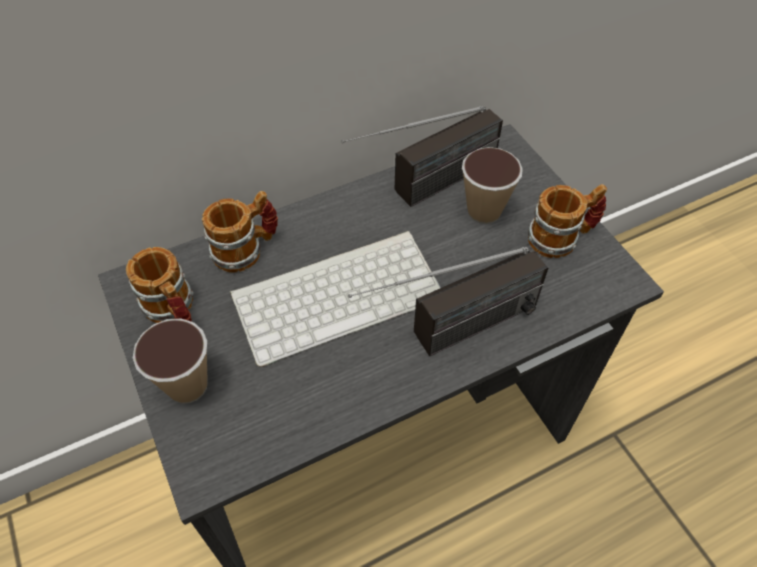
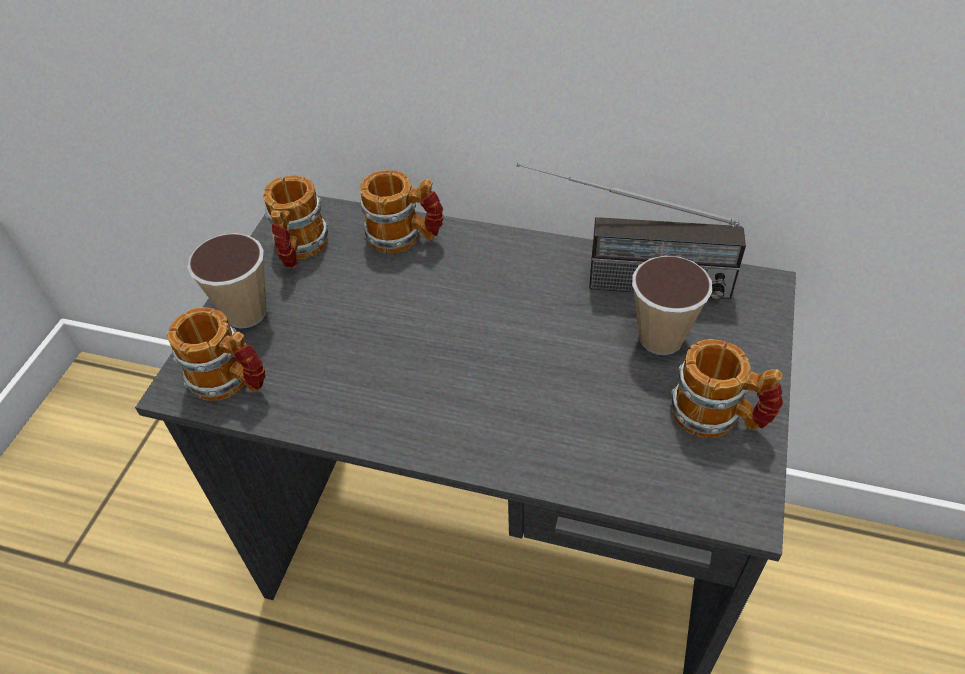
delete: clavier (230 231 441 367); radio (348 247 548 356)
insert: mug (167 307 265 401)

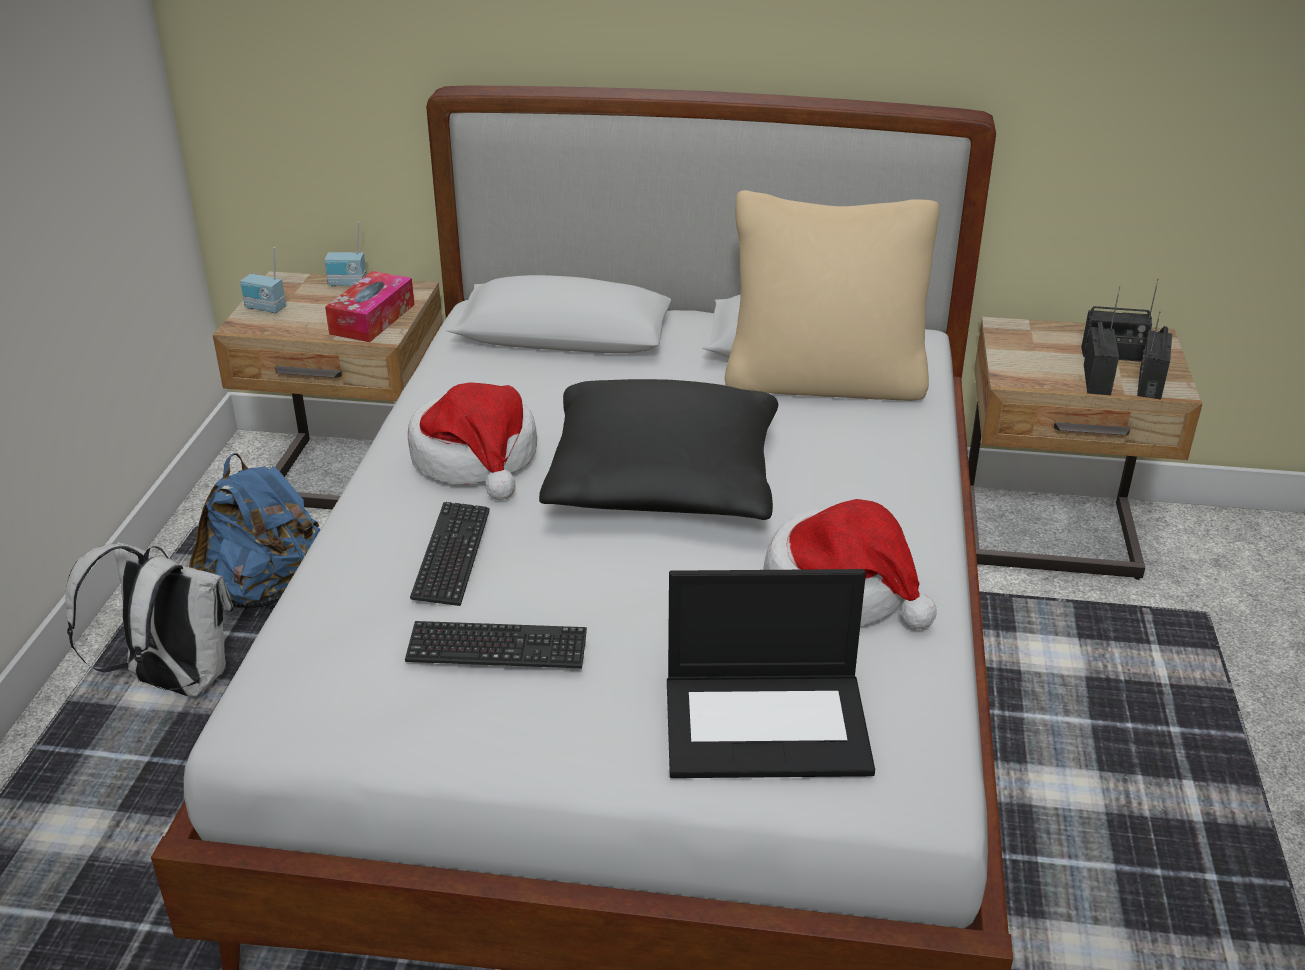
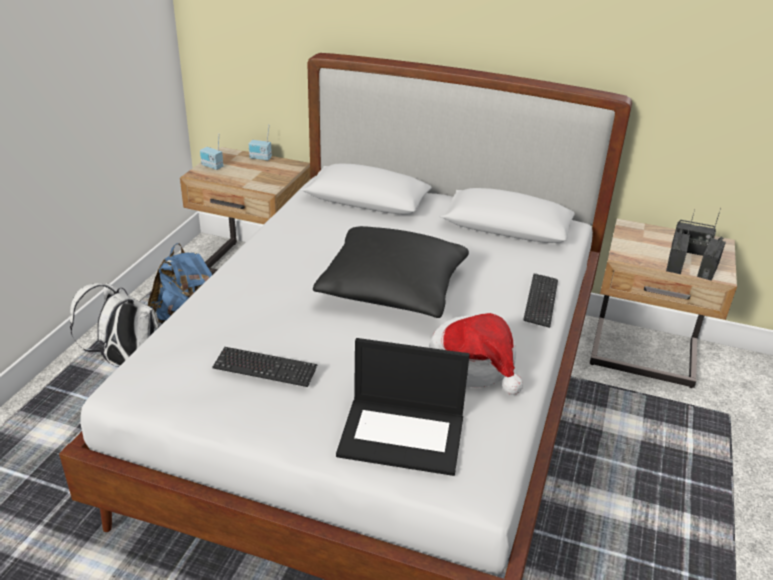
delete: boîte à mouchoirs (325 271 415 342); chapeau (408 382 537 500); coussin/beige (725 190 939 401)
move: clavier (410 502 490 606) to (523 273 558 328)

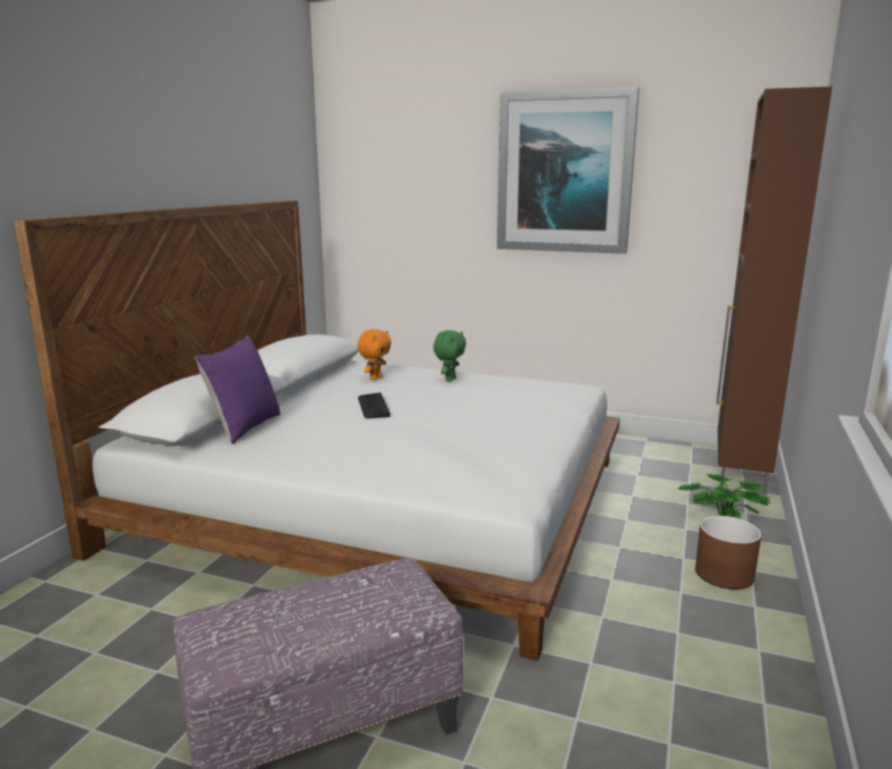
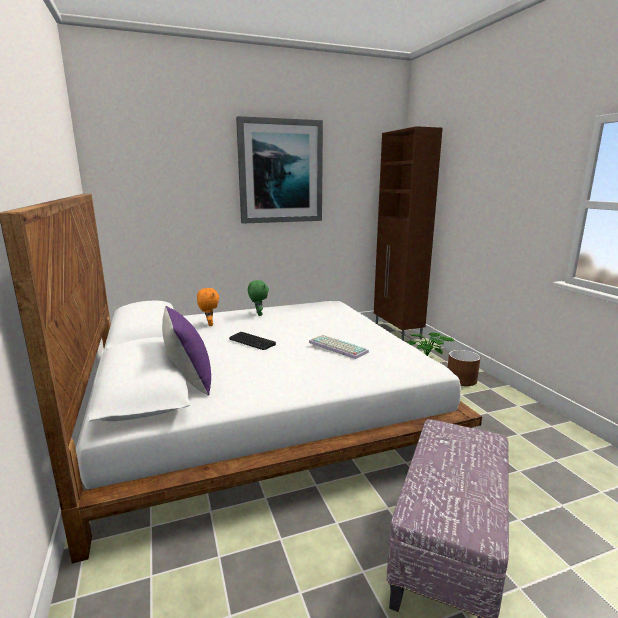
insert: clavier (309 335 369 359)

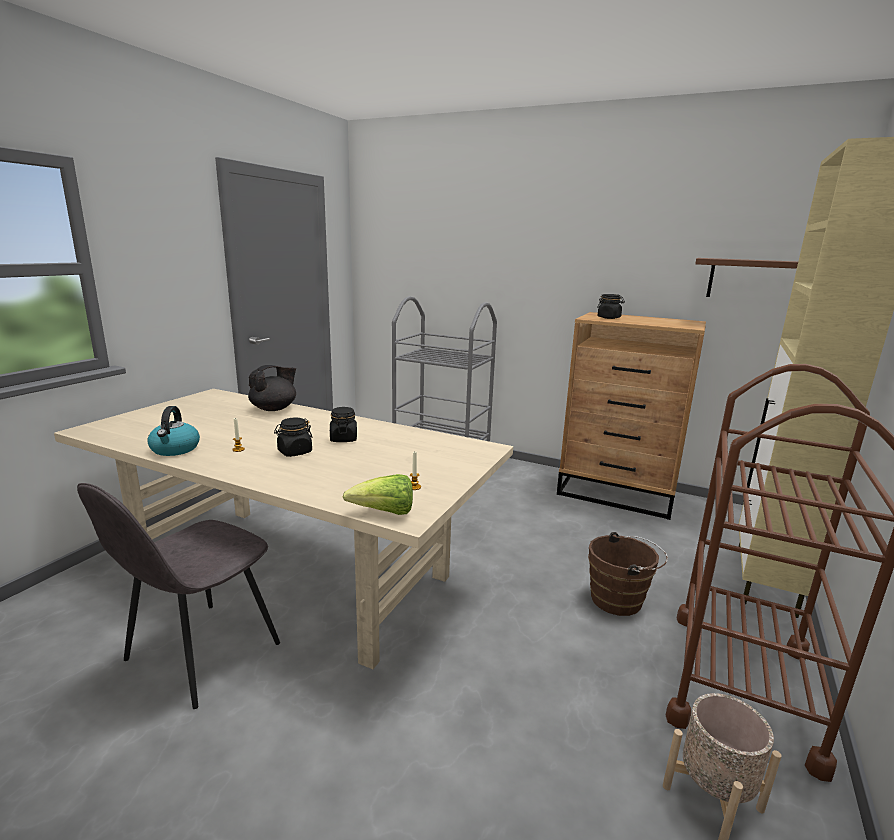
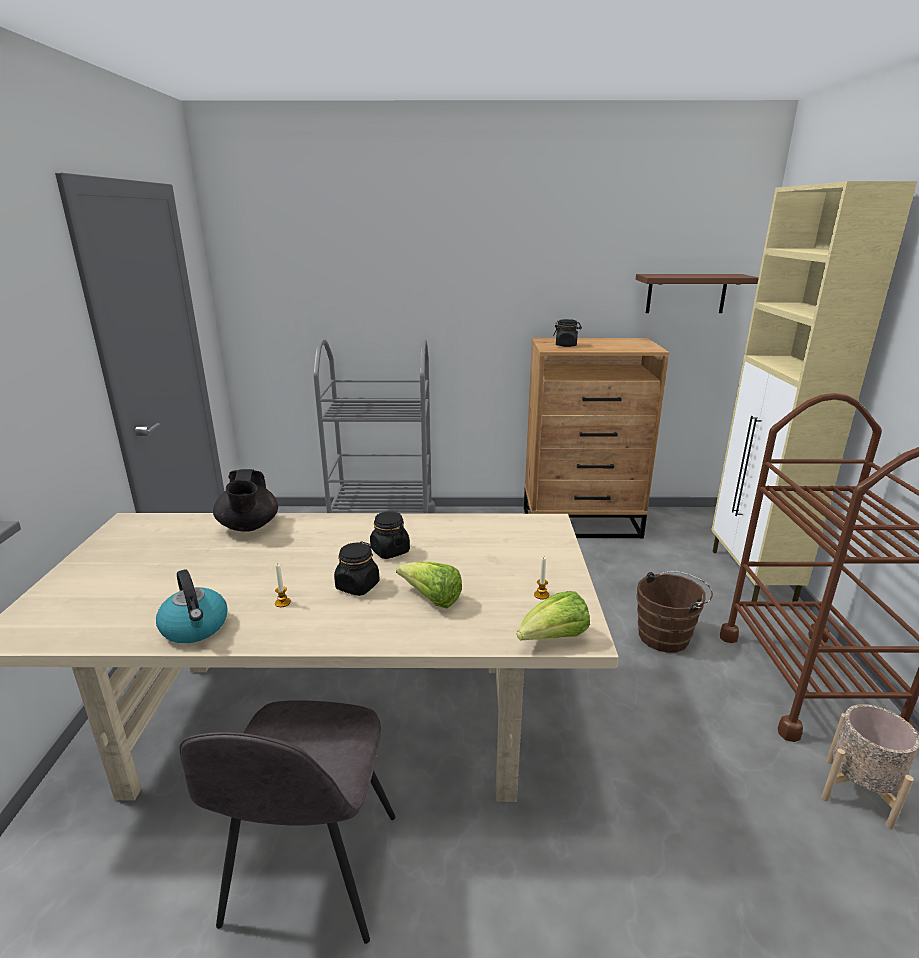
insert: laitue (396 561 462 608)
rotate: théière/noir (248 365 296 411) = (213 469 278 532) 150 degrees clockwise

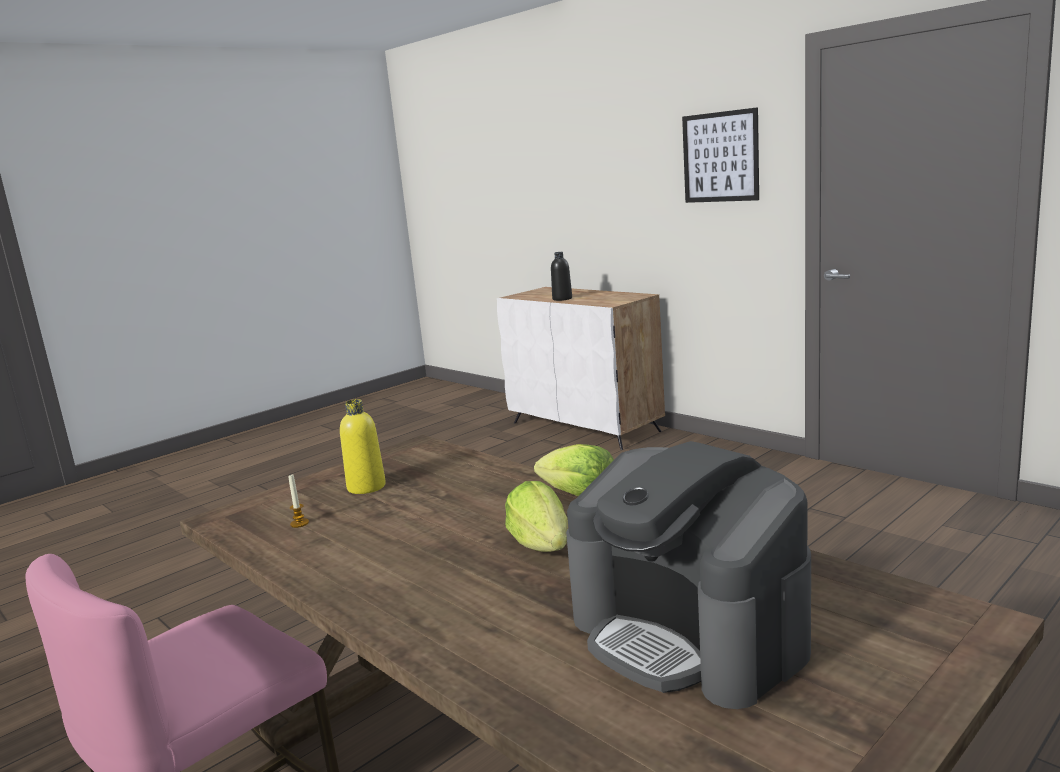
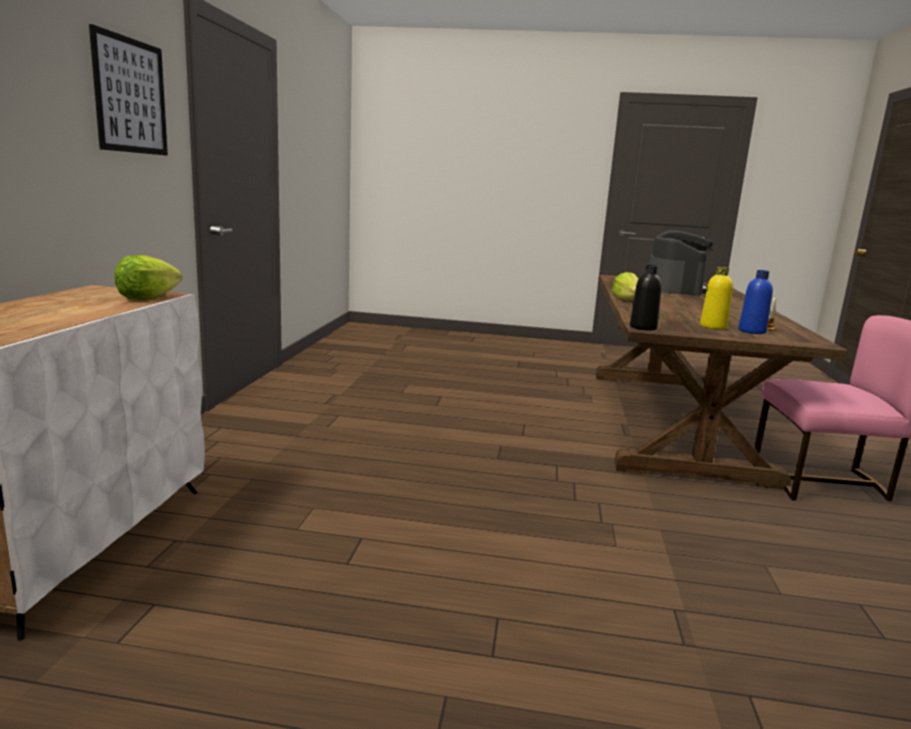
insert: bouteille/bleu (738 270 773 334)
move: laitue (505 481 568 552) to (114 255 182 300); bouteille/noir (551 252 572 301) to (630 265 662 330)

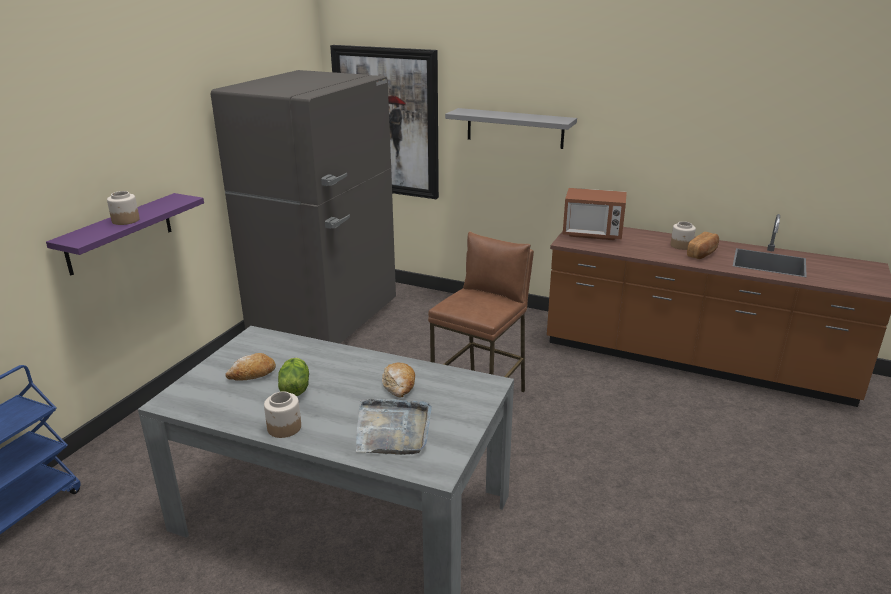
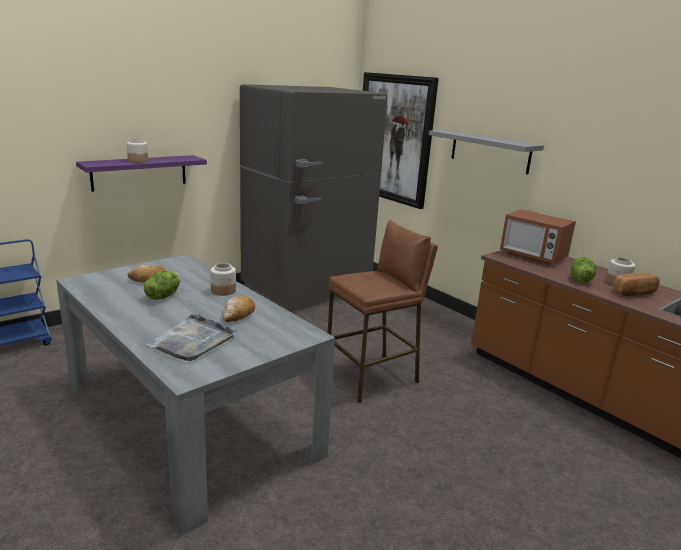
insert: laitue (571 257 596 283)
move: bocal (264 391 301 438) to (210 263 236 296)

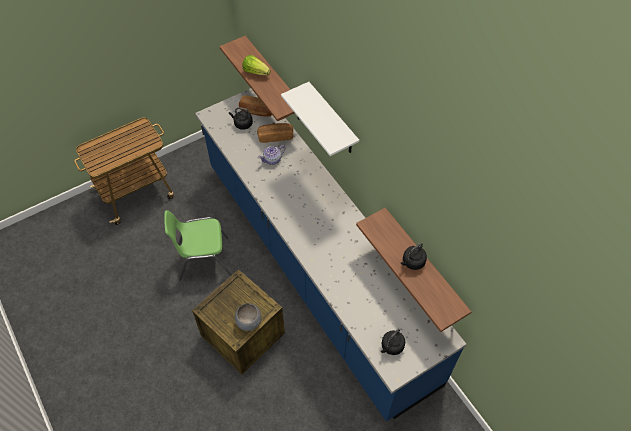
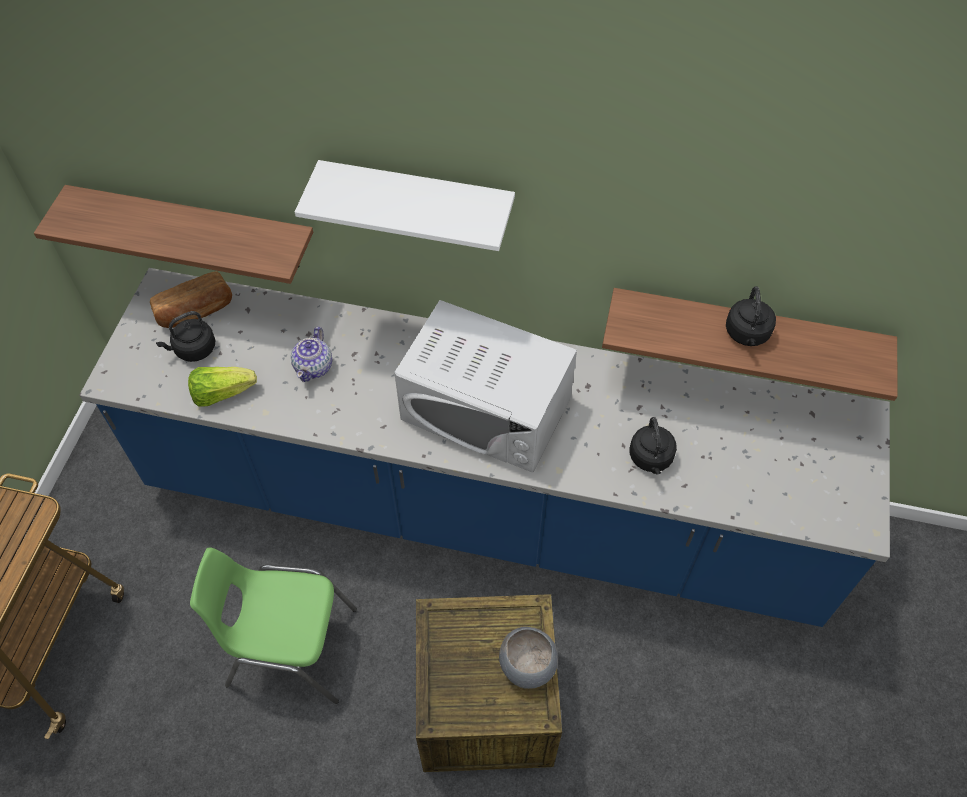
delete: pain (257 123 293 143)
insert: micro-ondes/blanc (394 300 577 472)
move: laitue (243 55 271 75) to (188 367 257 407); bouilloire/noir (381 329 405 355) to (630 417 677 475)
rotate: chaise/vert (164 210 232 281) = (190 547 357 704) 60 degrees clockwise

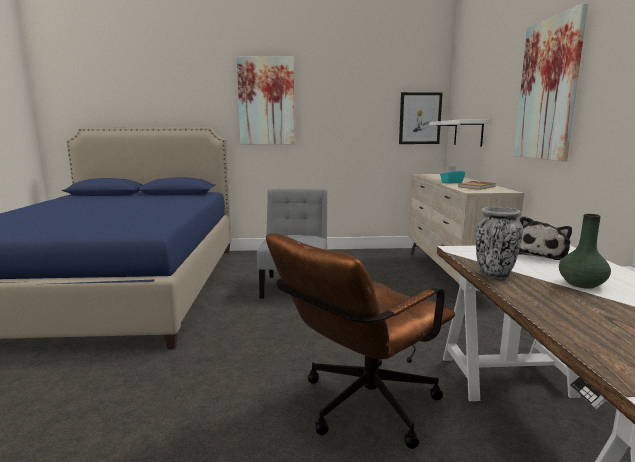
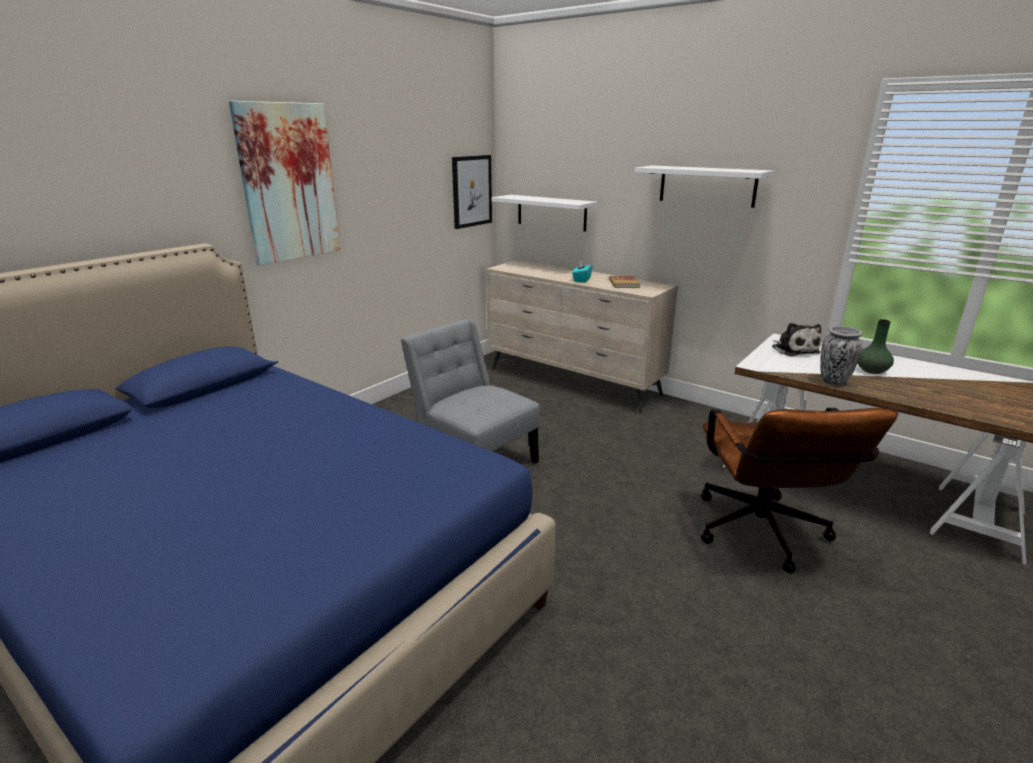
replace: tableau (514 3 588 161) to étagère/blanc (635 166 774 208)

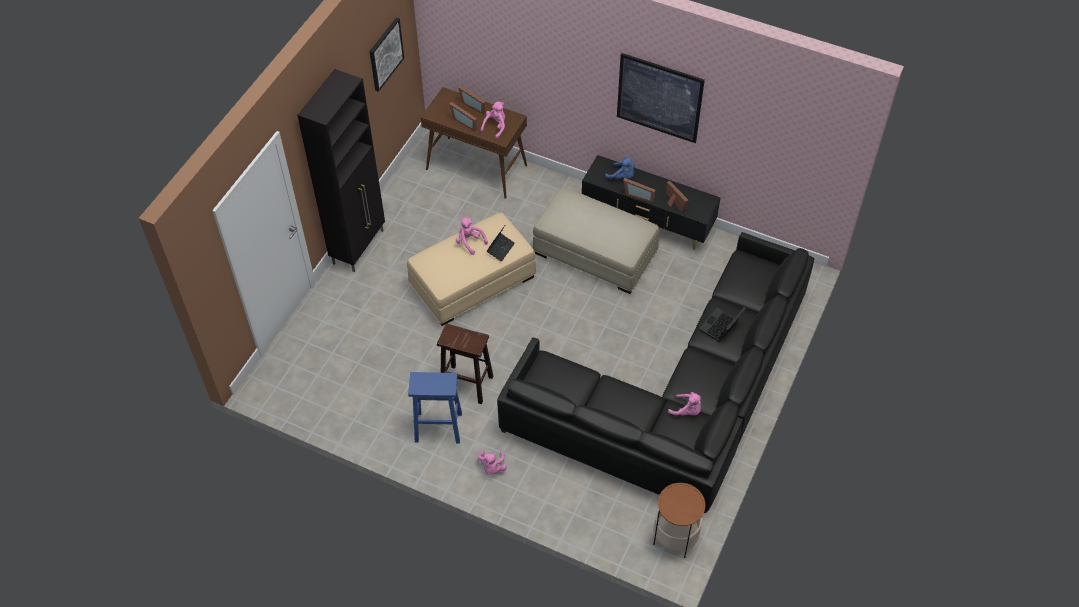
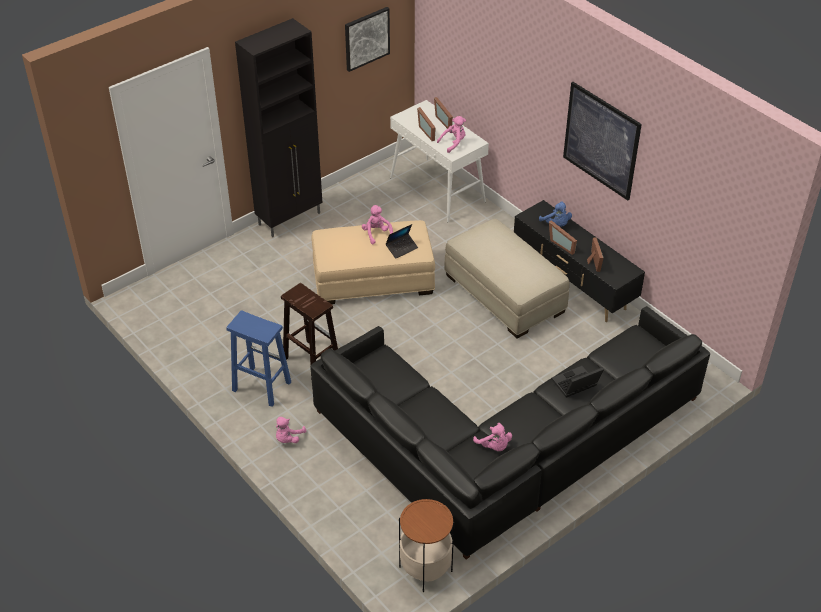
recolor: table console/marron (421 87 527 199) to table console/blanc (390 100 489 222)

